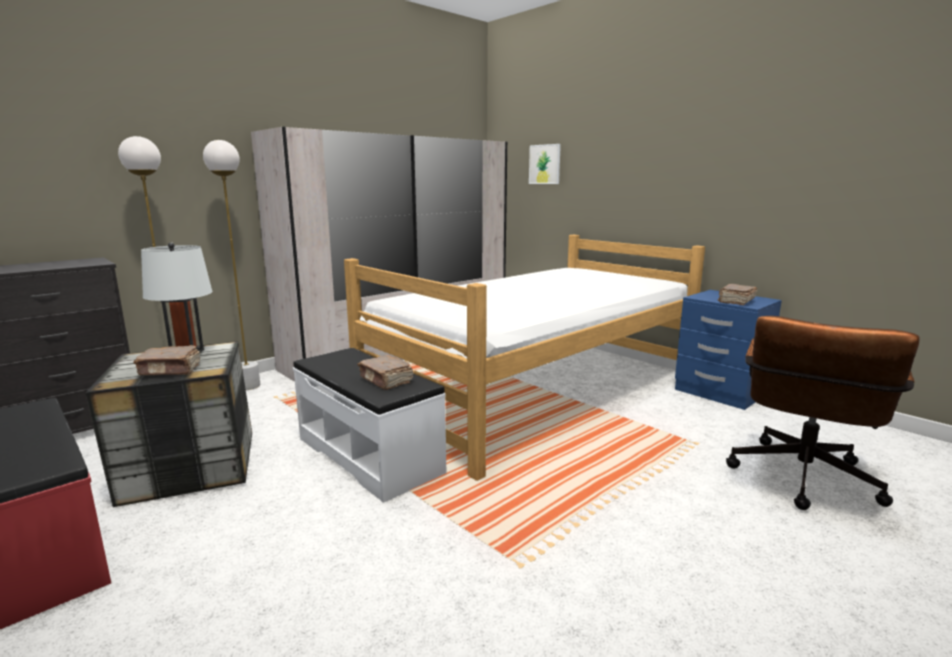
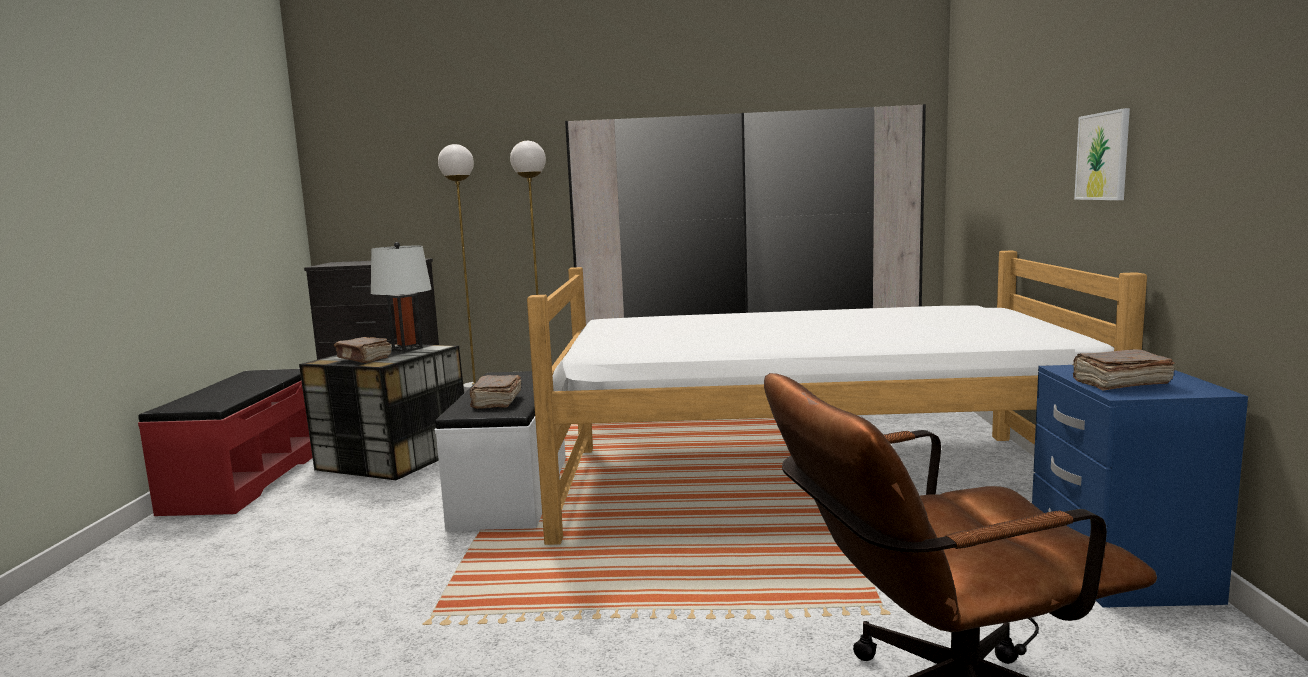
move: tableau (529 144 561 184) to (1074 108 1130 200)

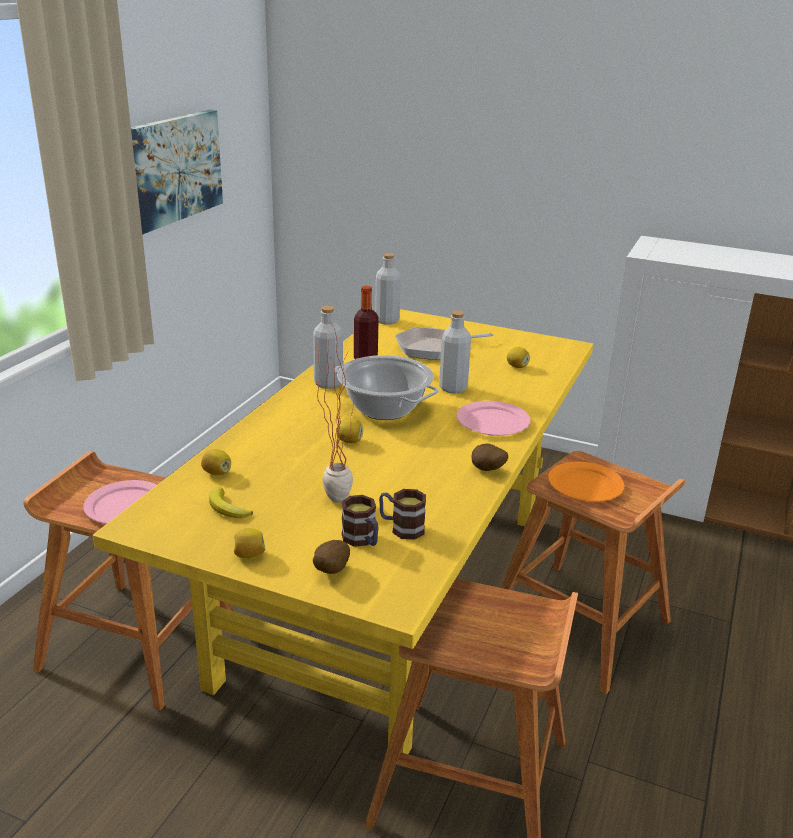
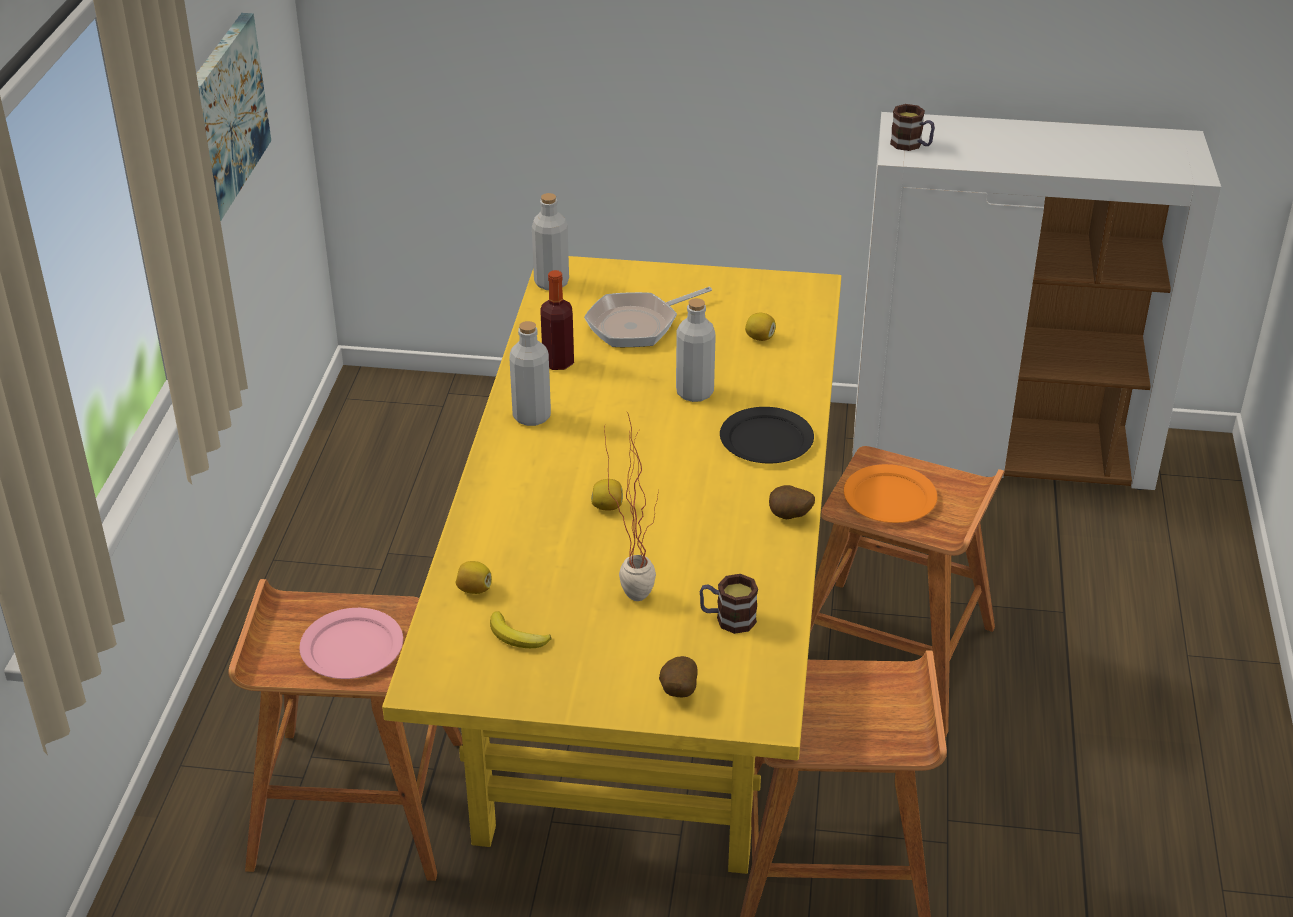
delete: citron (234 528 266 558); marmite (335 355 439 420)
move: mug (342 495 378 547) to (890 104 935 151)
recolor: assiette/rose (457 401 531 436) to assiette/noir (720 407 814 463)

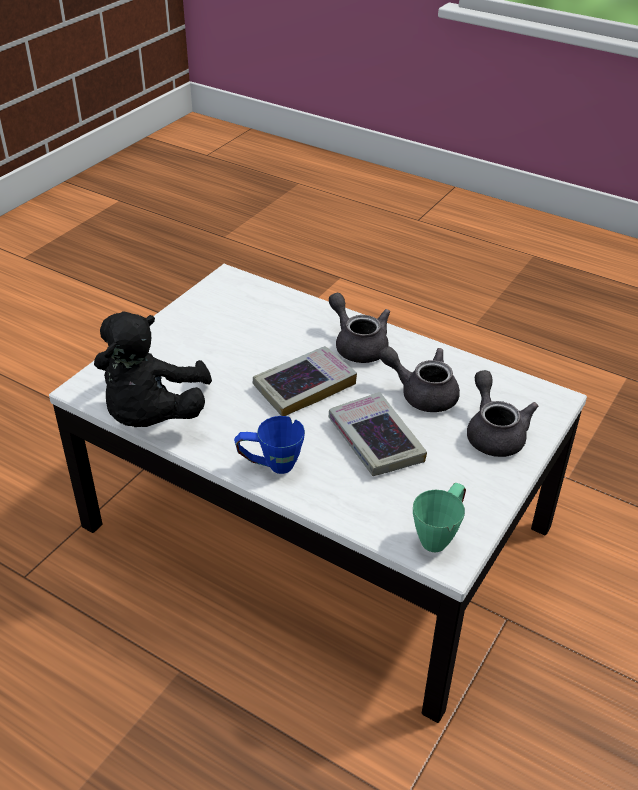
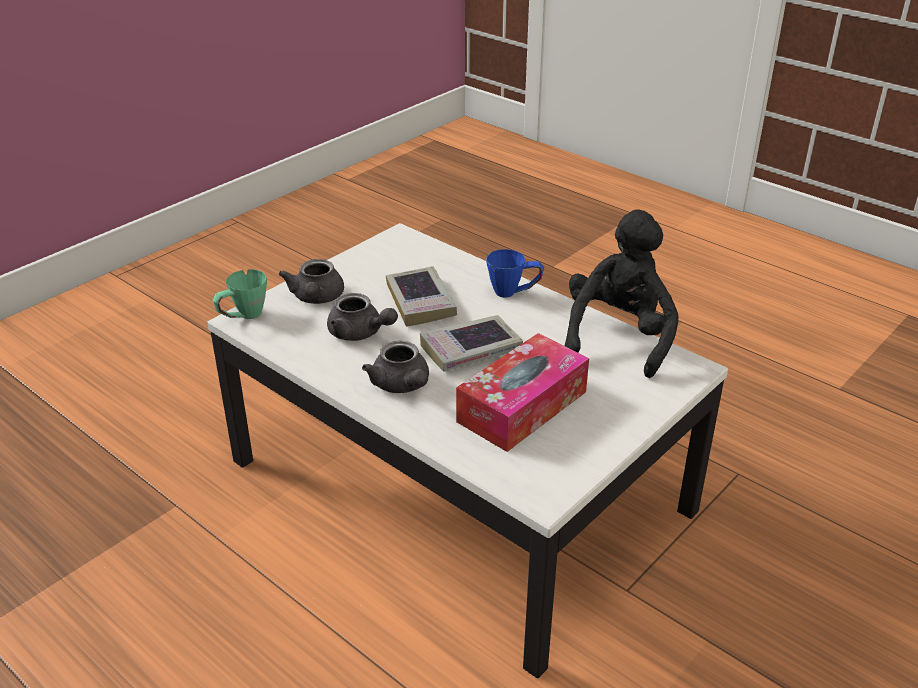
insert: boîte à mouchoirs (456 333 589 452)
move: mug/vert (413 483 466 553) to (213 269 267 319)

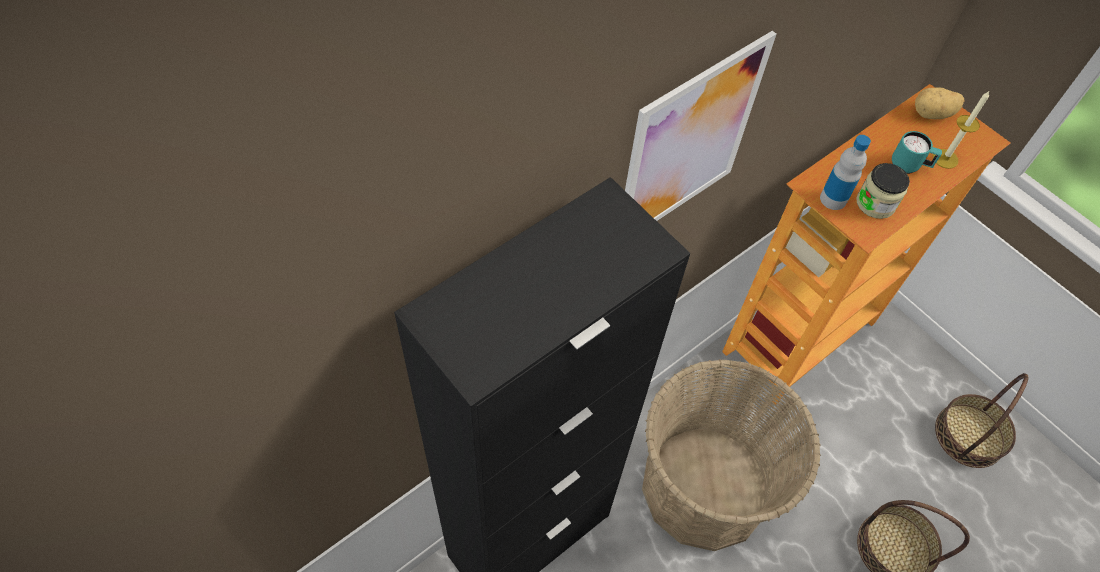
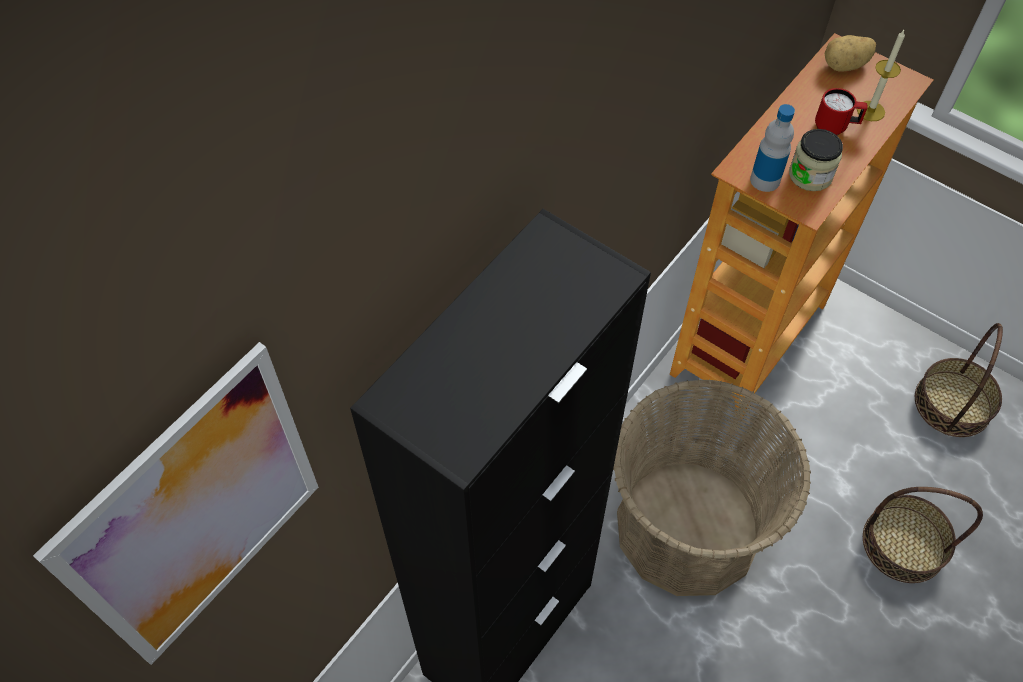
move: tableau (625 31 776 221) to (33 342 319 665)
recolor: mug/turquoise (892 131 942 174) to mug/rouge (815 88 868 135)

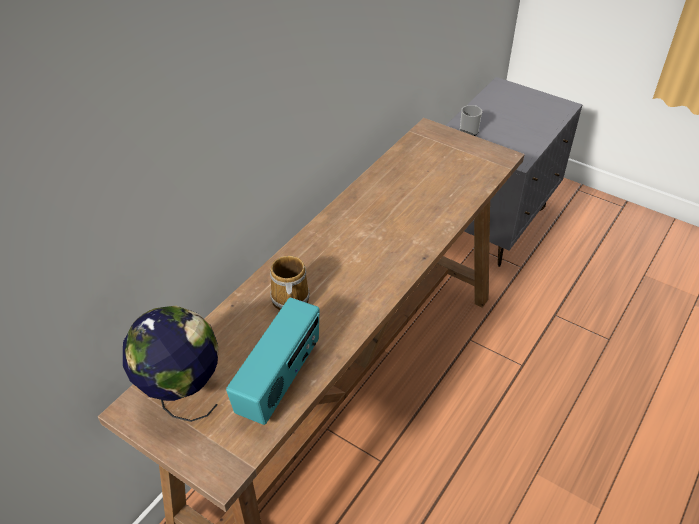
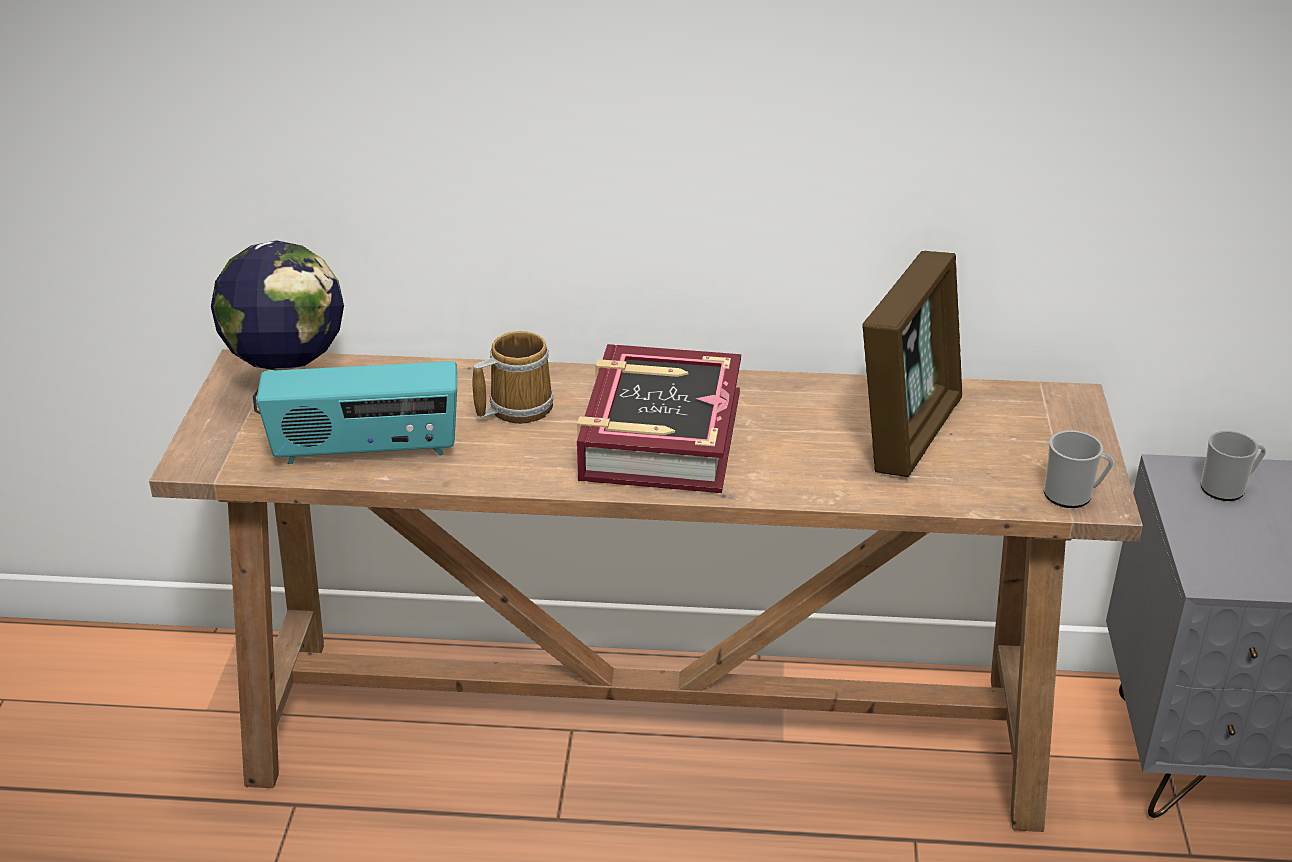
insert: livre (577 344 741 493); cadre photo (862 251 962 477); mug (1044 430 1114 508)

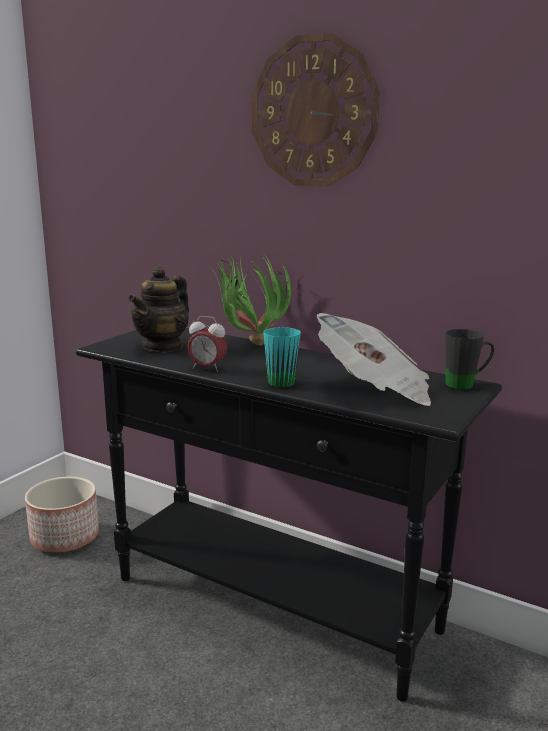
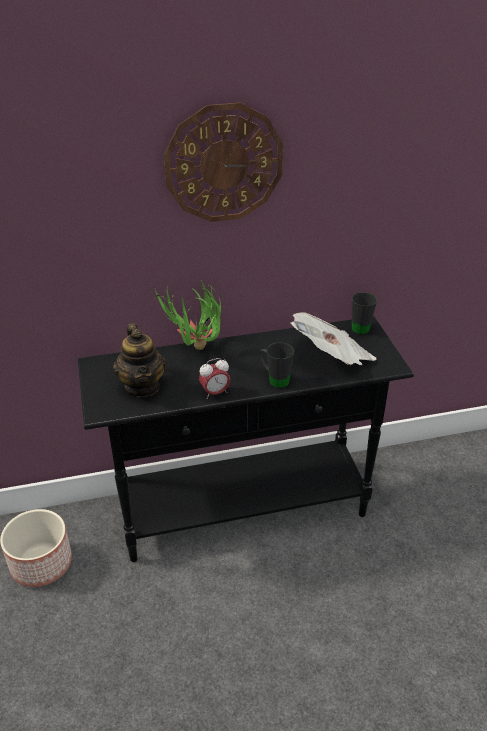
recolor: mug/turquoise (263 327 301 388) to mug/noir (259 342 294 388)

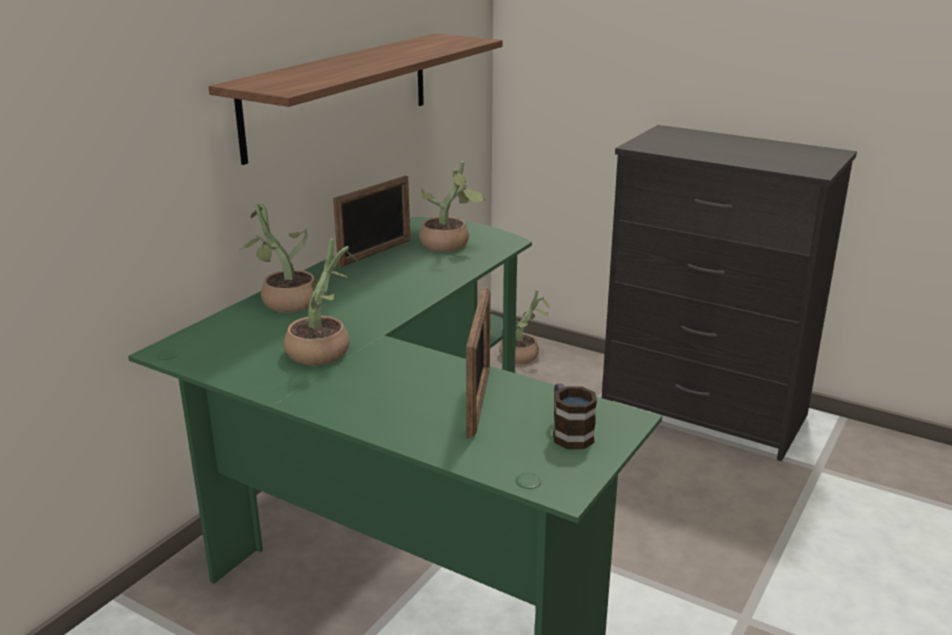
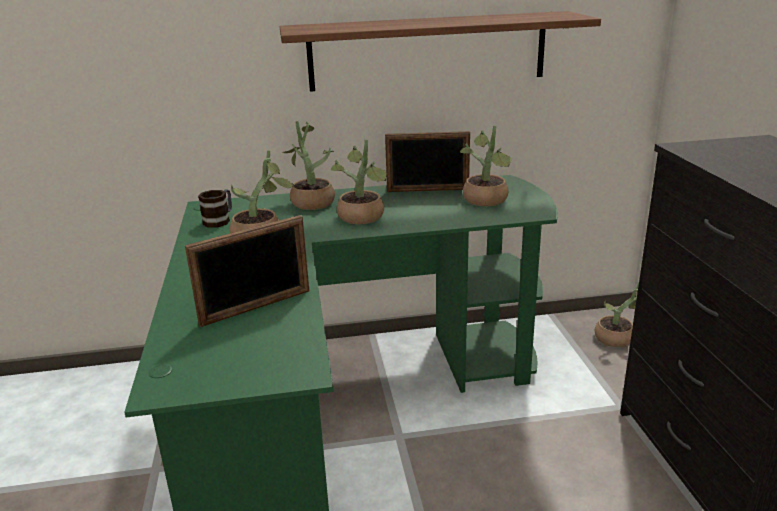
insert: plante en pot (331 139 387 224)
move: mug (553 383 597 449) to (198 189 232 227)

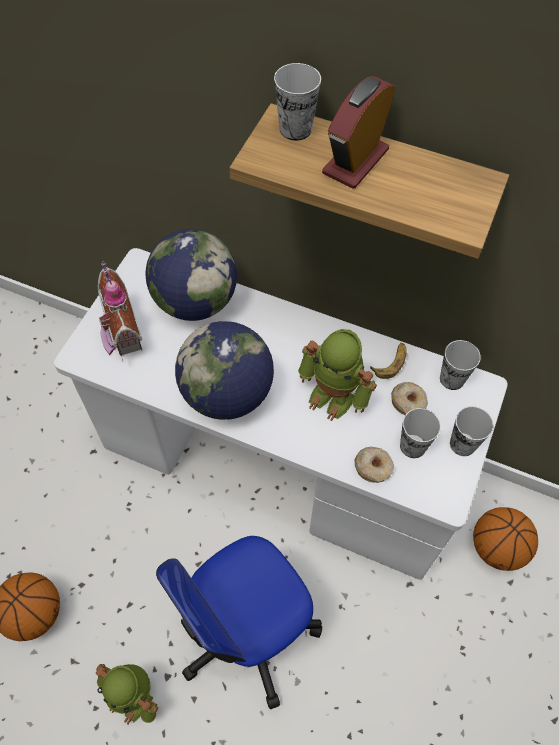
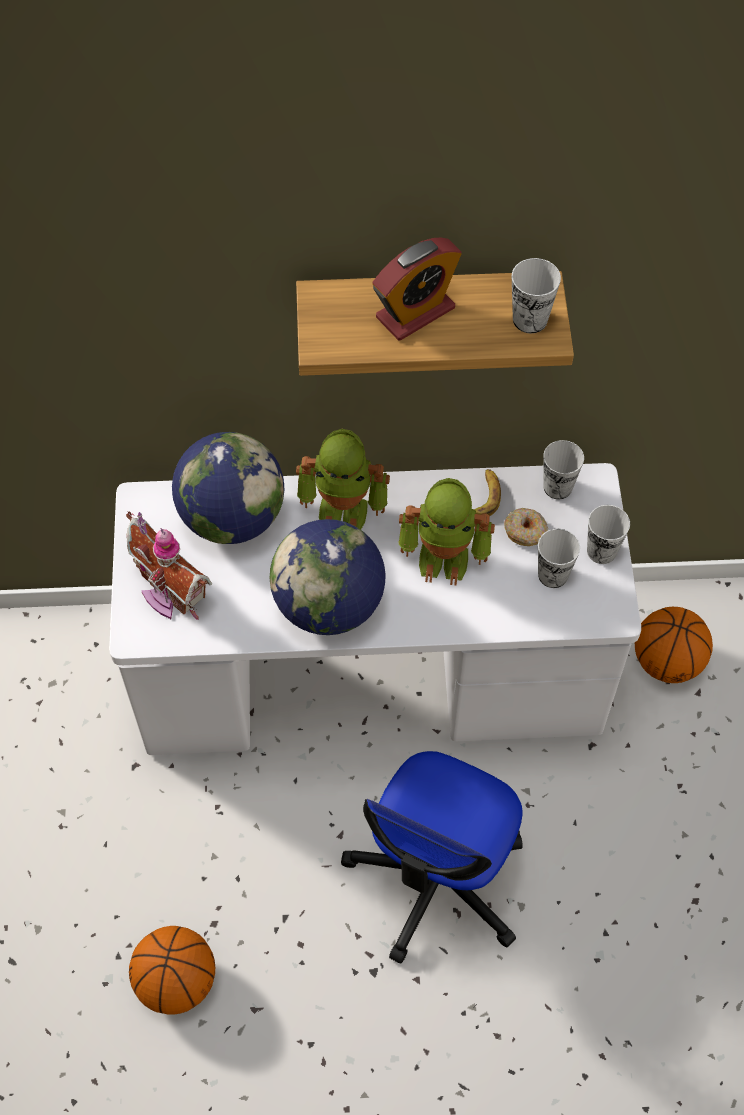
delete: beignet (355 447 394 483)
move: robot jouet (96 664 158 725) to (296 429 390 530); tasse (274 63 321 141) to (512 258 561 333)
rotate: réveil (322 76 396 189) = (373 238 462 341) 135 degrees counterclockwise

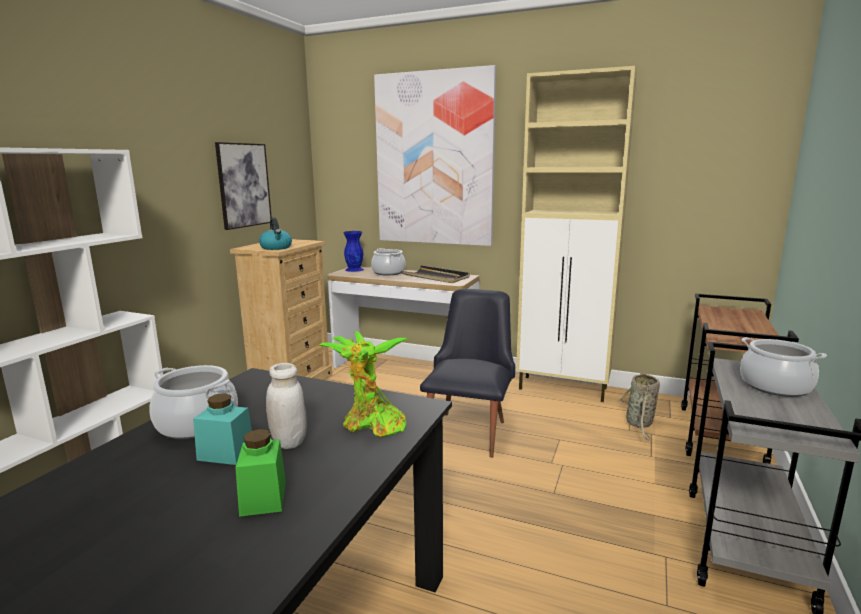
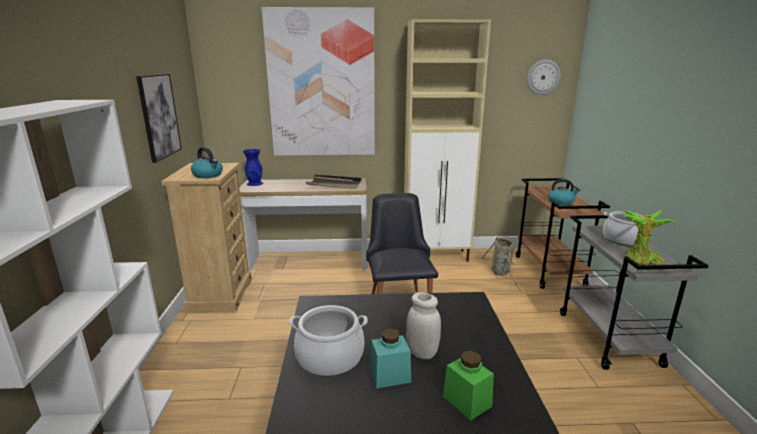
delete: marmite (371 248 406 275)
insert: horloge murale (527 60 561 95); bouilloire (548 179 580 205)
move: plante en pot (318 331 408 437) to (621 210 675 265)

